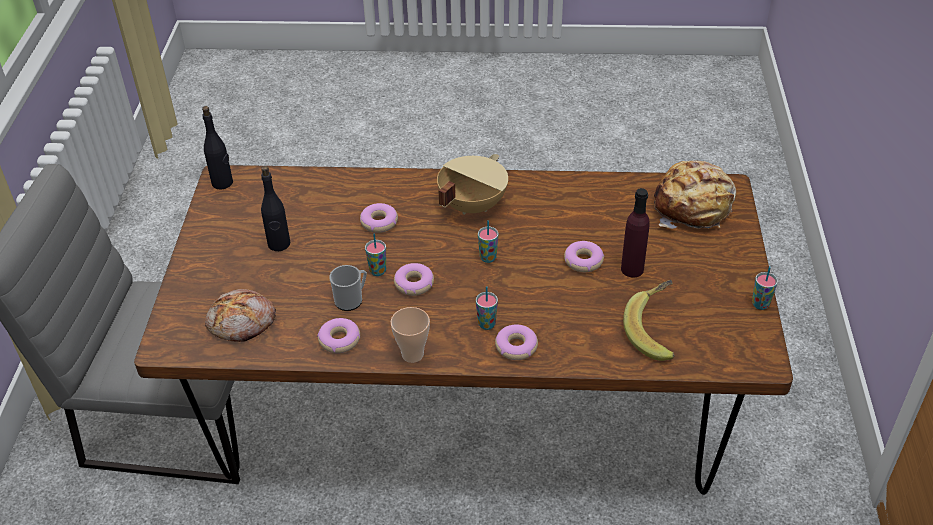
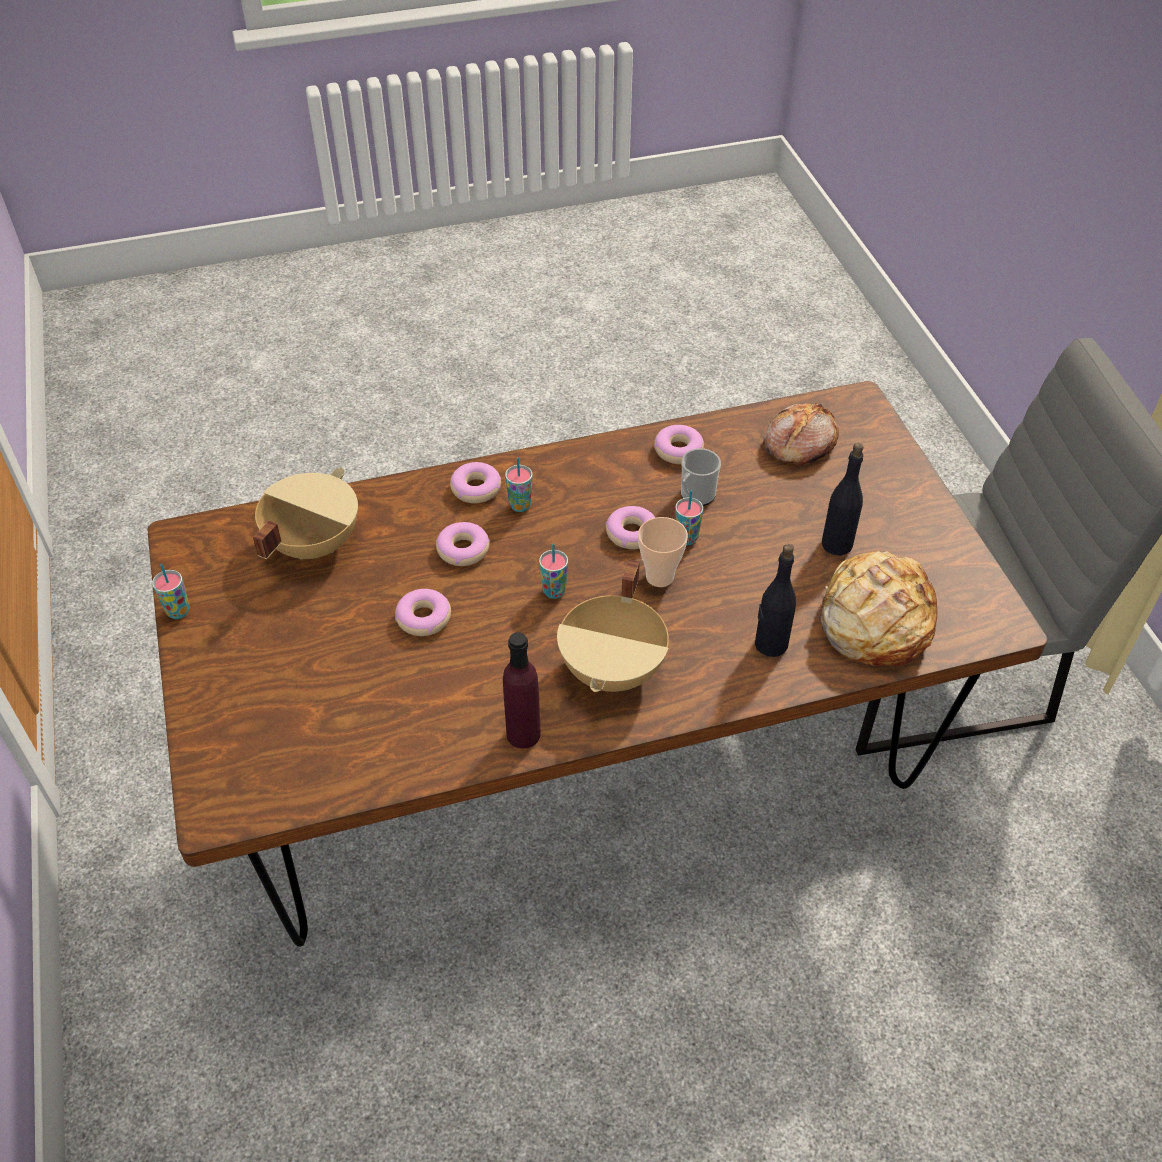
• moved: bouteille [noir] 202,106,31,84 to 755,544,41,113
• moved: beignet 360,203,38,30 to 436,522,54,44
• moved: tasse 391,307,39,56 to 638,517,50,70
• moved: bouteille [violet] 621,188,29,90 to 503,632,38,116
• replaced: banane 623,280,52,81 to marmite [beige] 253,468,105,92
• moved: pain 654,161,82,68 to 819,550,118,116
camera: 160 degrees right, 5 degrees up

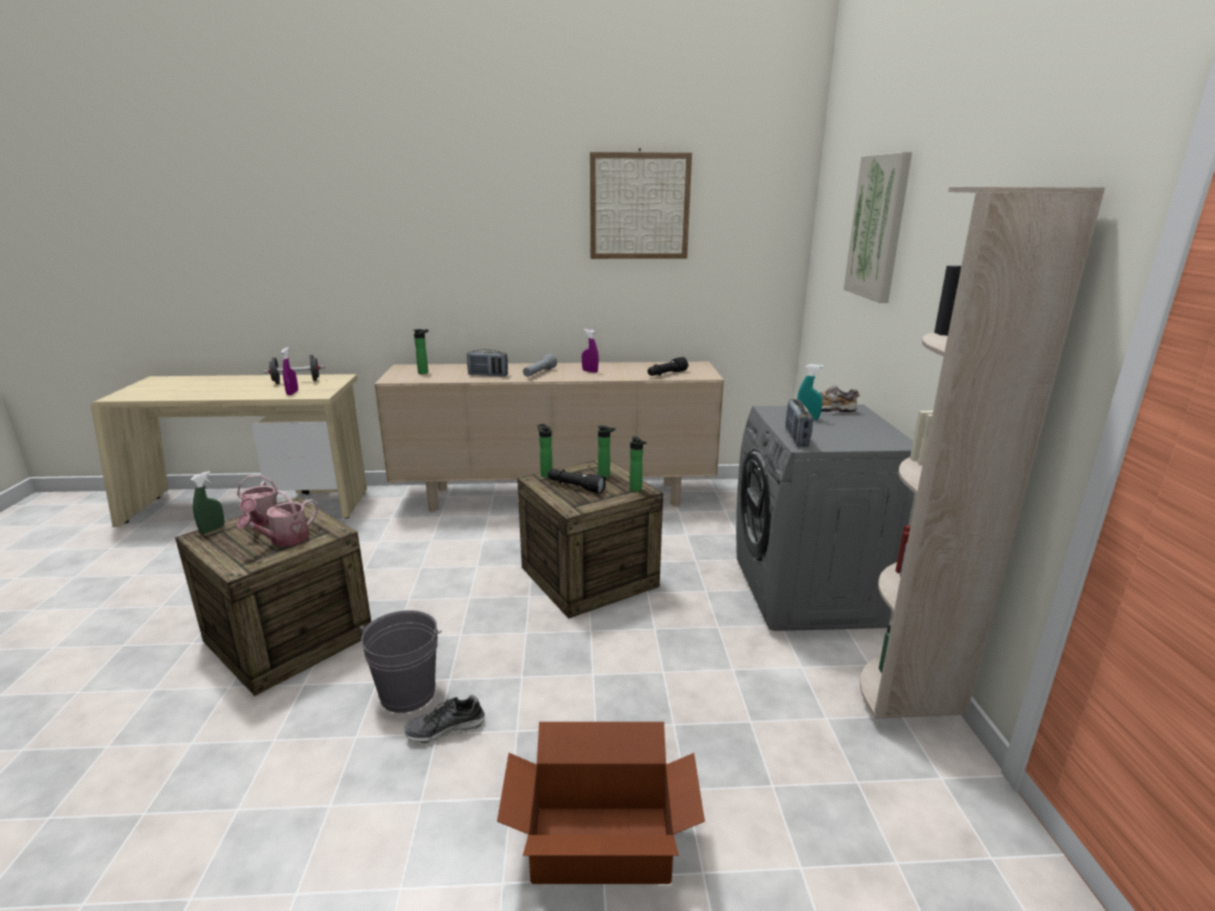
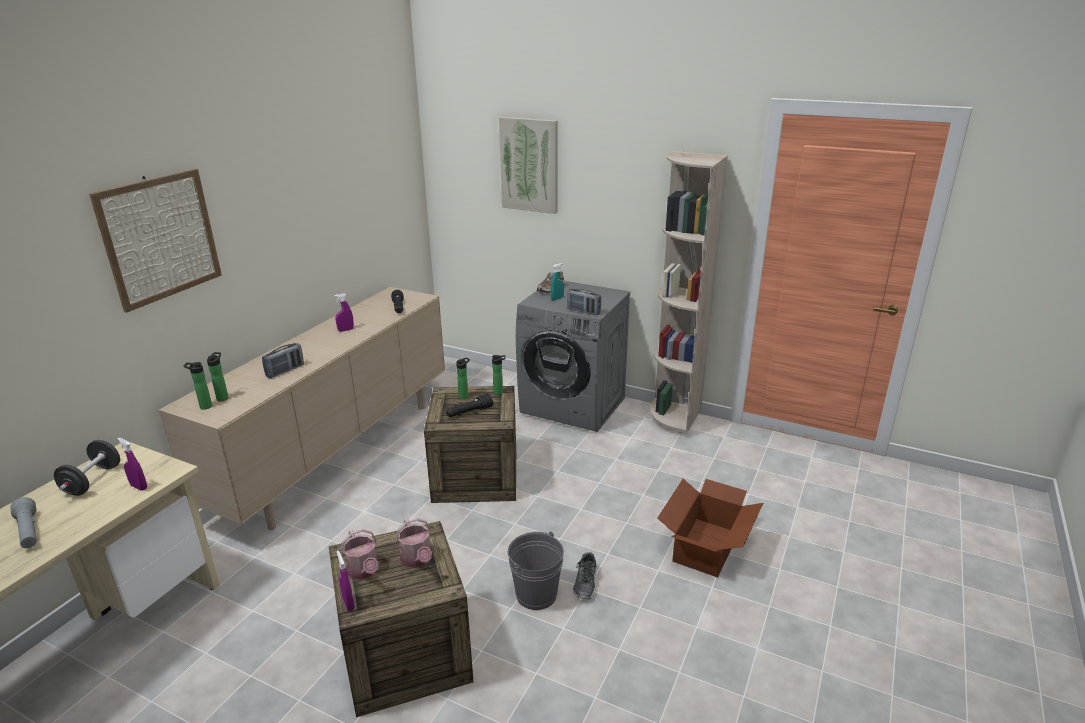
• recoloured: vaporisateur [vert] 191,471,33,63 to vaporisateur [violet] 337,551,18,60
• turned: arrosoir 237,475,41,51 = 340,529,39,51 45 degrees clockwise
• moved: lampe de poche [gris] 523,354,34,23 to 10,497,27,51
• moved: bouteille 537,424,16,54 to 184,362,28,48
• moved: tableau 590,148,102,111 to 89,169,133,144
camera: 60 degrees left, 5 degrees up

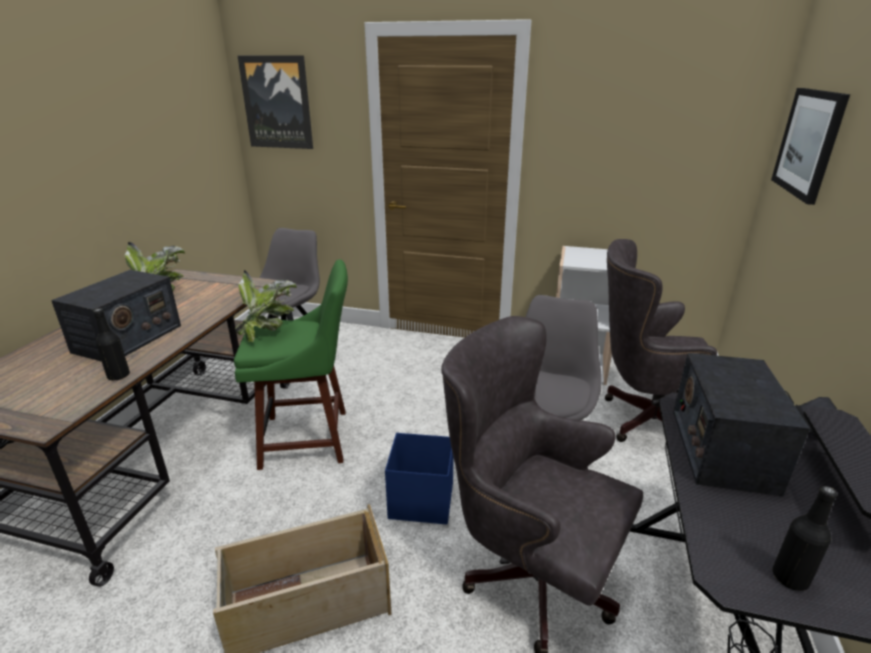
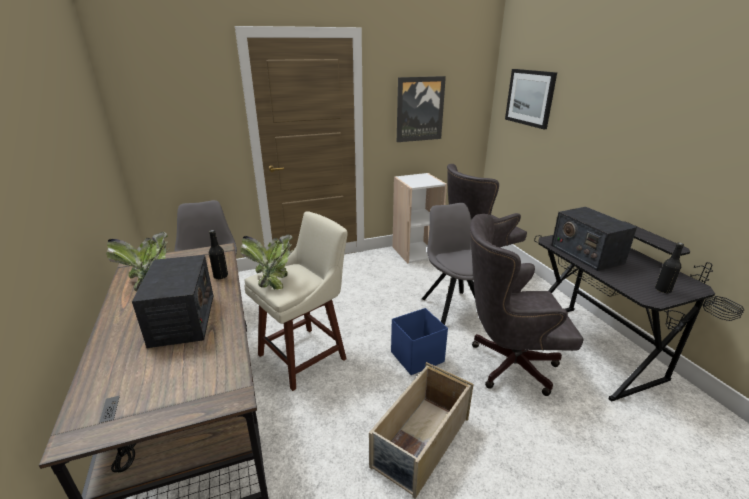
• moved: bouteille [noir] 93,309,37,71 to 209,230,19,50
• recoloured: tabouret [vert] 234,259,114,211 to tabouret [beige] 245,211,103,180
• moved: tableau 238,56,75,93 to 397,76,49,66
camera: 35 degrees left, 0 degrees up

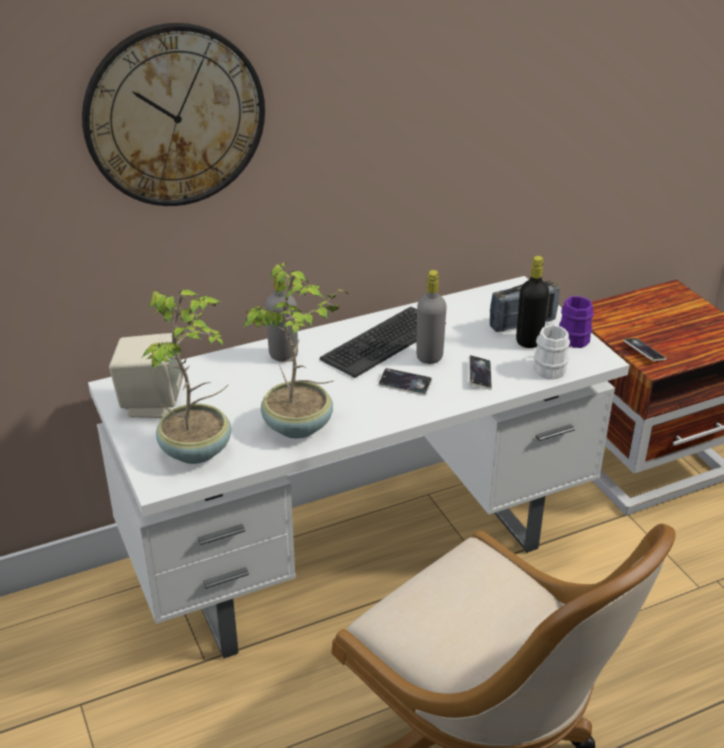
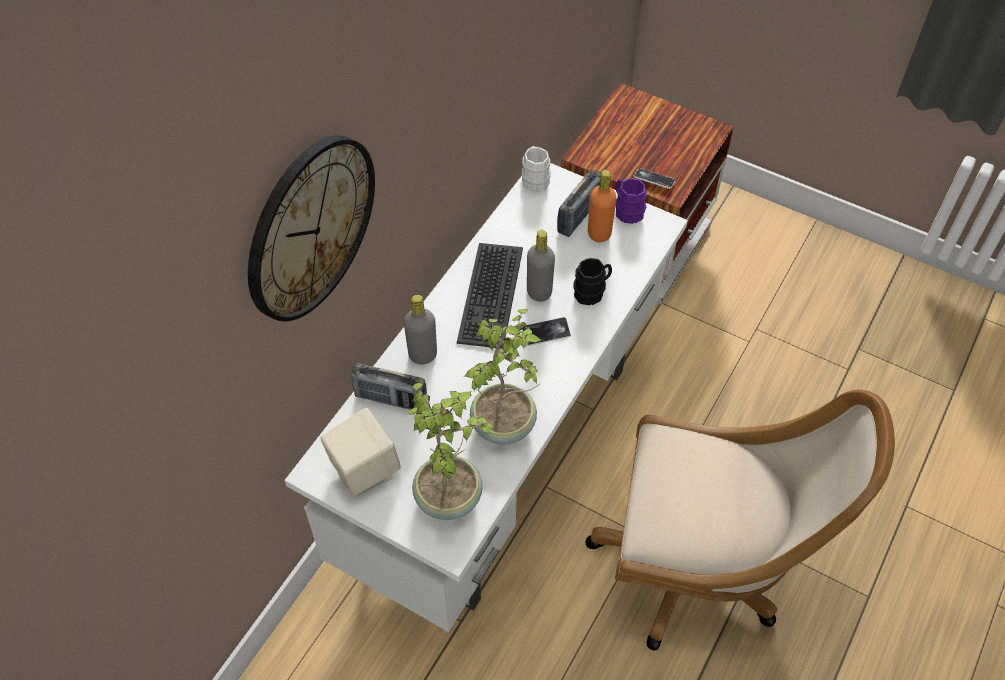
• replaced: téléphone 469,355,23,35 to mug [noir] 573,258,39,47
• recoloured: bouteille [noir] 516,256,33,92 to bouteille [orange] 588,170,29,72
• moved: mug [blanc] 533,325,37,55 to 522,146,29,46
• added: radio 351,363,76,47
camera: 35 degrees left, 20 degrees up

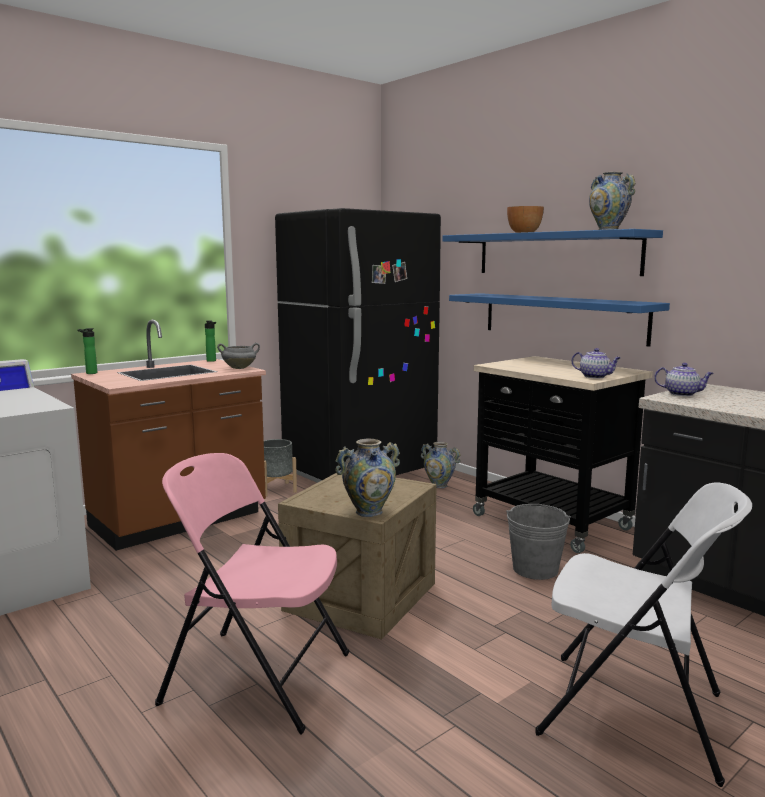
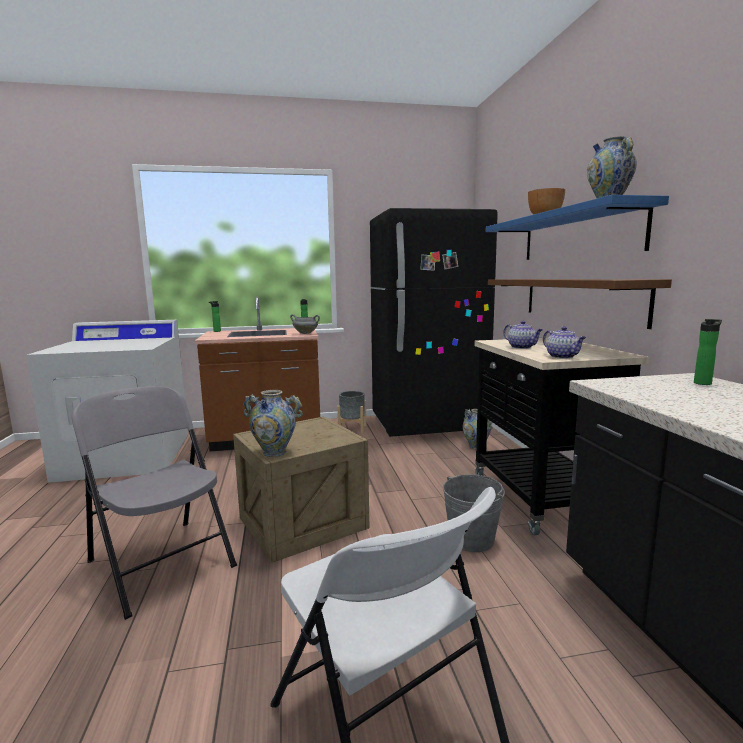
• recoloured: chaise [rose] 155,453,194,281 to chaise [gris] 72,386,165,234
• recoloured: étagère [bleu] 449,293,221,54 to étagère [marron] 488,279,184,50
• moved: théière 654,363,60,33 to 503,321,40,28
• added: bouteille 694,319,28,66
camera: 30 degrees right, 0 degrees up

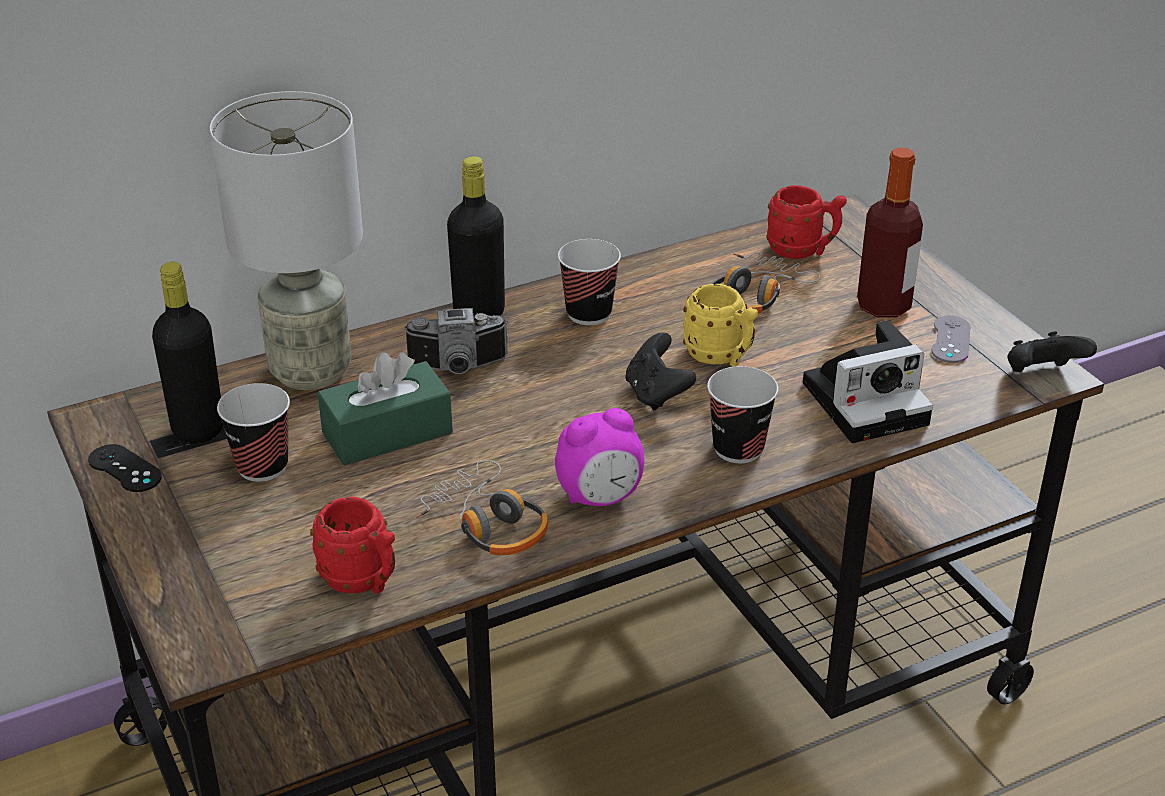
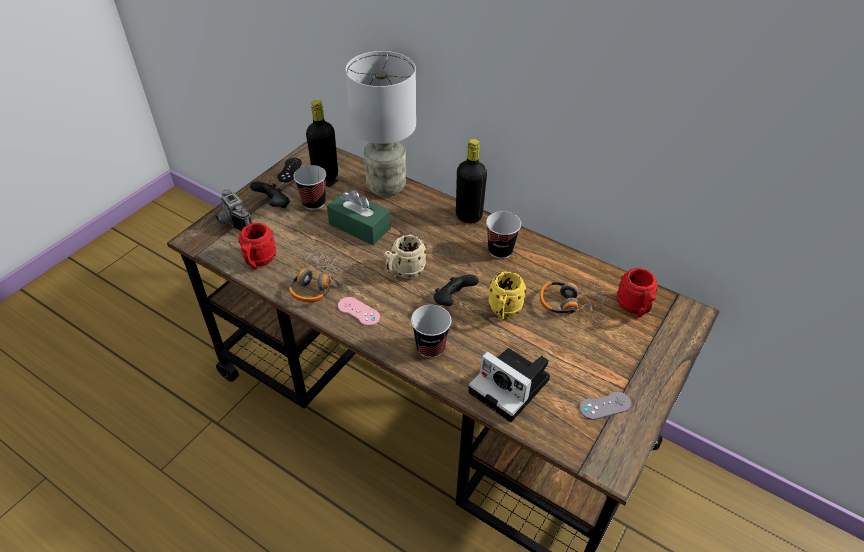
• moved: appareil photo 403,308,105,66 to 216,189,36,42
• replaced: réveil 555,408,89,98 to manette [rose] 338,297,42,29
• removed: bouteille 857,148,66,169
• moved: manette [noir] 1007,331,90,41 to 250,181,40,27
• added: mug [beige] 384,235,42,44
camera: 60 degrees right, 10 degrees up

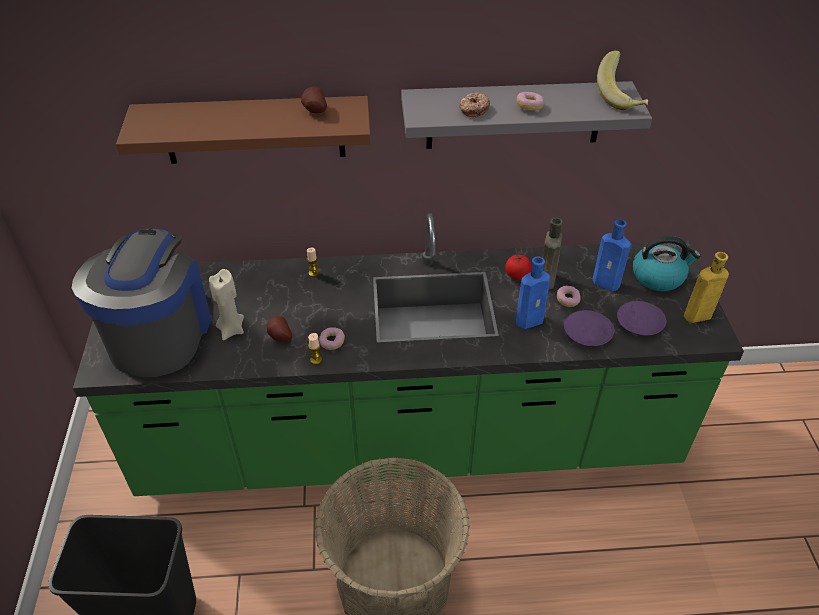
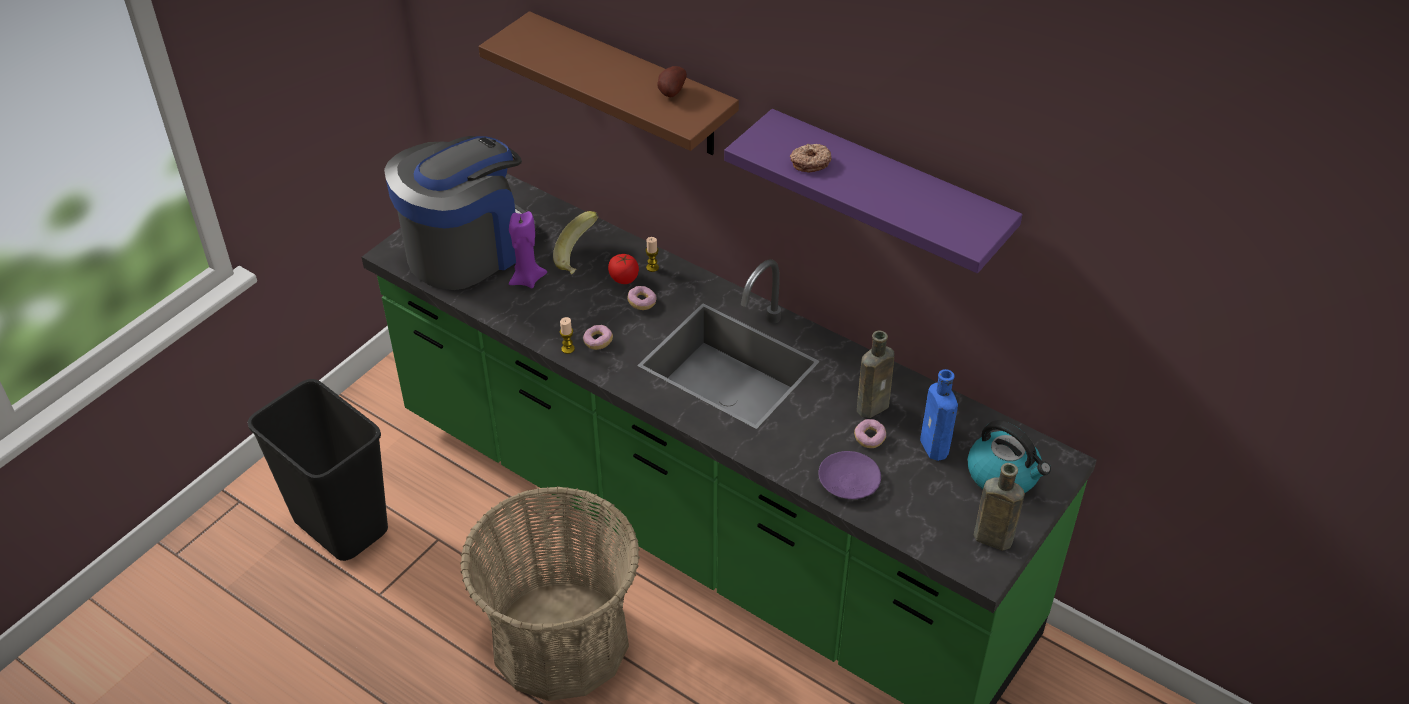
• recoloured: bougie [beige] 209,269,35,72 to bougie [violet] 509,211,38,78
• removed: pomme de terre 267,316,25,26
• recoloured: étagère [gris] 401,81,251,68 to étagère [violet] 724,109,298,164
• moved: tomate 505,254,26,25 to 608,254,31,30
• removed: bouteille [bleu] 516,257,35,72
• moved: beignet 517,92,27,19 to 627,286,30,24
• moved: banane 597,50,51,60 to 553,211,46,63
• removed: assiette [violet] 617,301,49,34
• recoloured: bouteille [jaune] 684,252,45,71 to bouteille [marron] 974,463,51,87
camera: 40 degrees right, 0 degrees up

